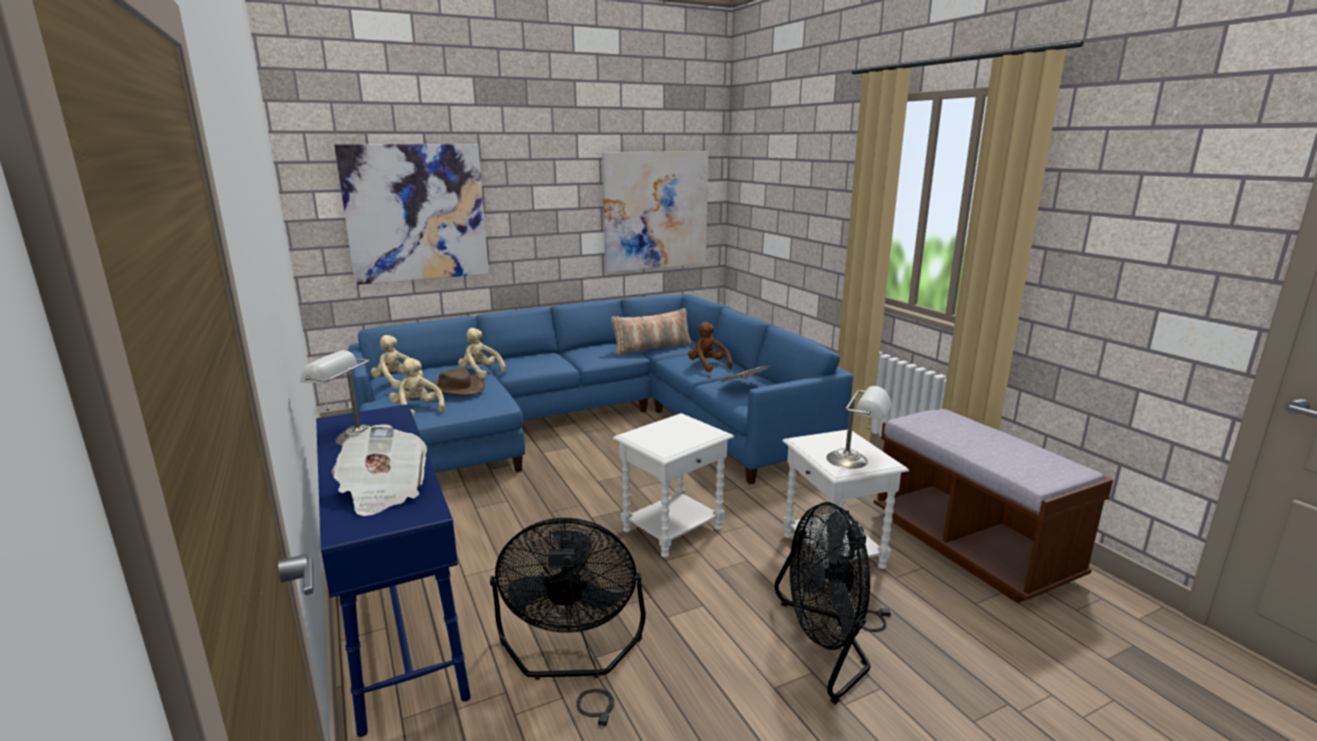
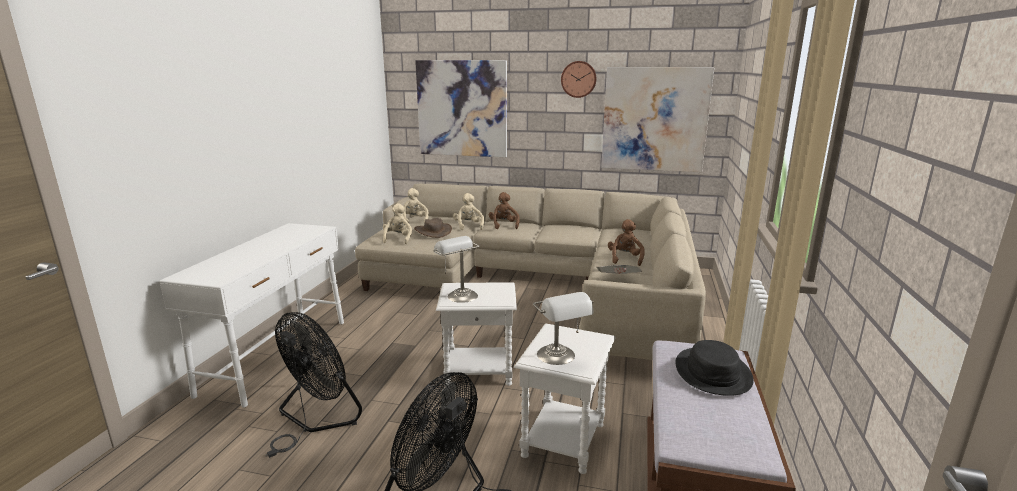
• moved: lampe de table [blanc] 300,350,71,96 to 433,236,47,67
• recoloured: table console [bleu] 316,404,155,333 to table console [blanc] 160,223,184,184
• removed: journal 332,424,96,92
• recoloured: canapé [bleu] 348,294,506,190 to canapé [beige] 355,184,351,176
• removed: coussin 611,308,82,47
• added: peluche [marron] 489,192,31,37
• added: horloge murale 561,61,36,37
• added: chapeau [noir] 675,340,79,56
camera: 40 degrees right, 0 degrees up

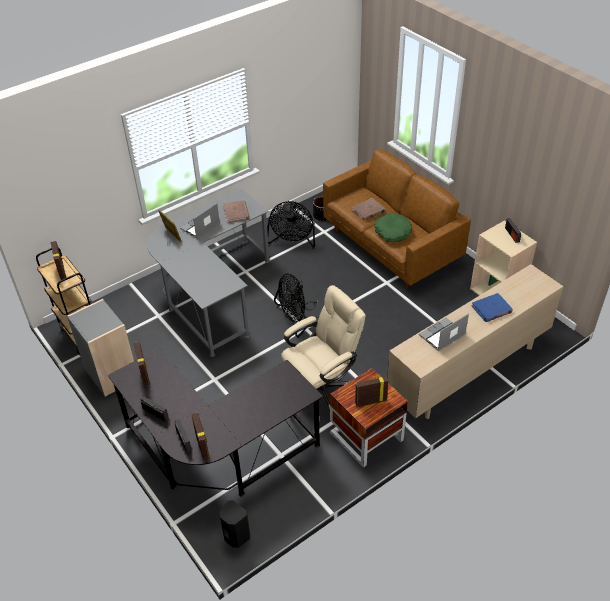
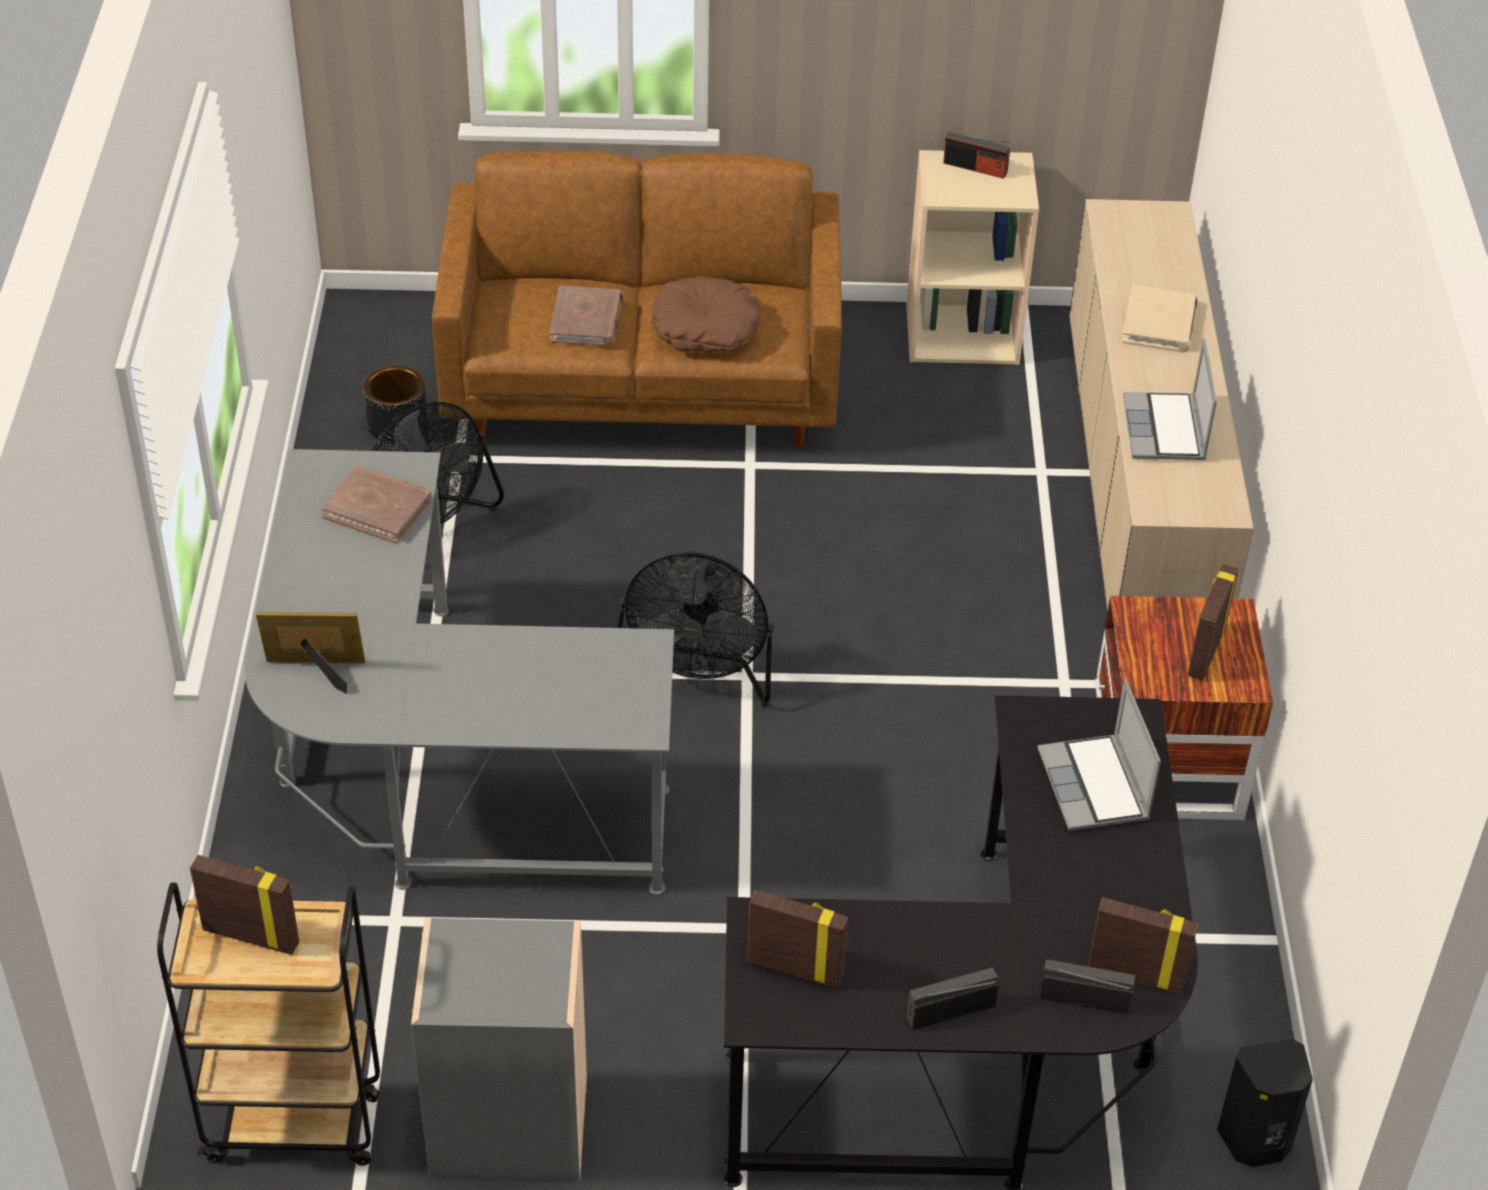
• moved: ordinateur portable 180,203,40,36 to 1037,679,124,152
• removed: chaise de bureau [beige] 281,285,85,125
• recoloured: coussin [vert] 374,213,39,29 to coussin [marron] 651,276,109,77
• recoloured: livre [bleu] 472,293,41,29 to livre [beige] 1121,285,77,67
camera: 55 degrees left, 0 degrees up

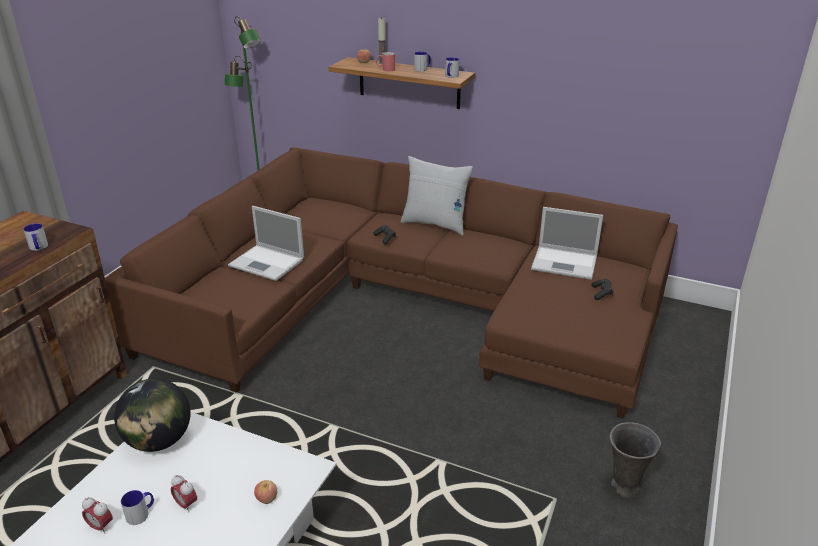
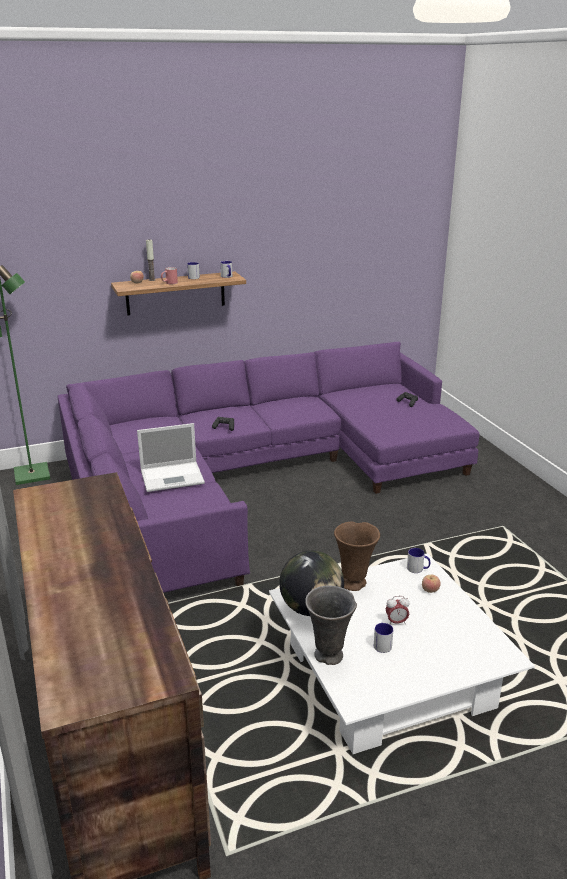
• moved: mug 23,223,25,28 to 407,548,23,25
• removed: réveil 82,497,31,37
• recoloured: canapé [marron] 105,147,573,272 to canapé [violet] 58,342,421,251
• removed: coussin [gris] 400,156,73,80
• removed: ordinateur portable 531,207,72,73
• moved: vase [gris] 610,422,51,76 to 305,585,52,80
• added: vase [marron] 334,521,46,70
camera: 45 degrees left, 5 degrees down

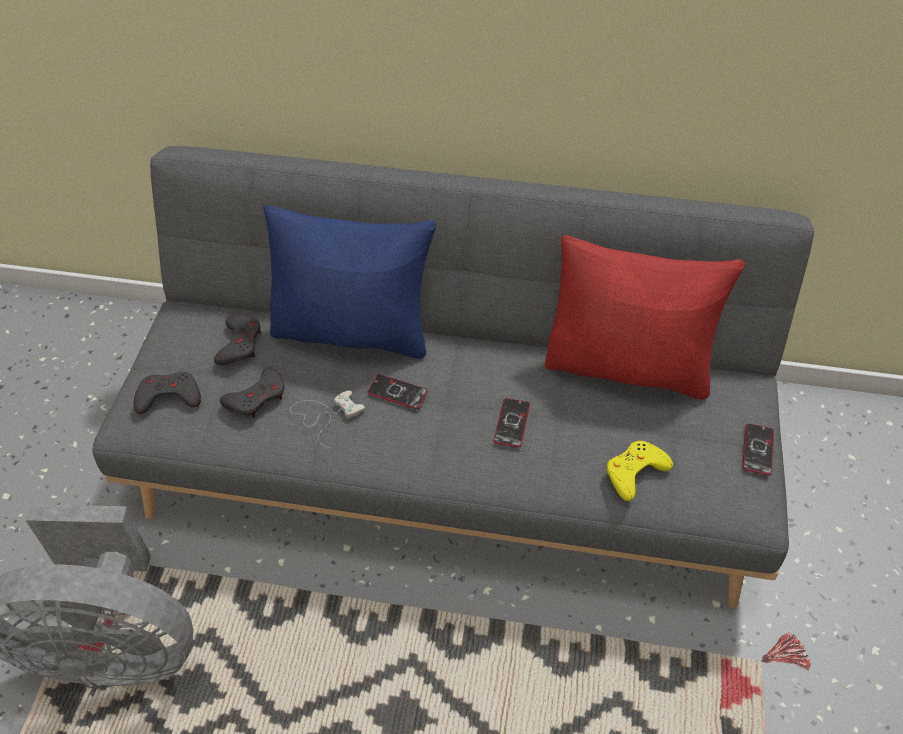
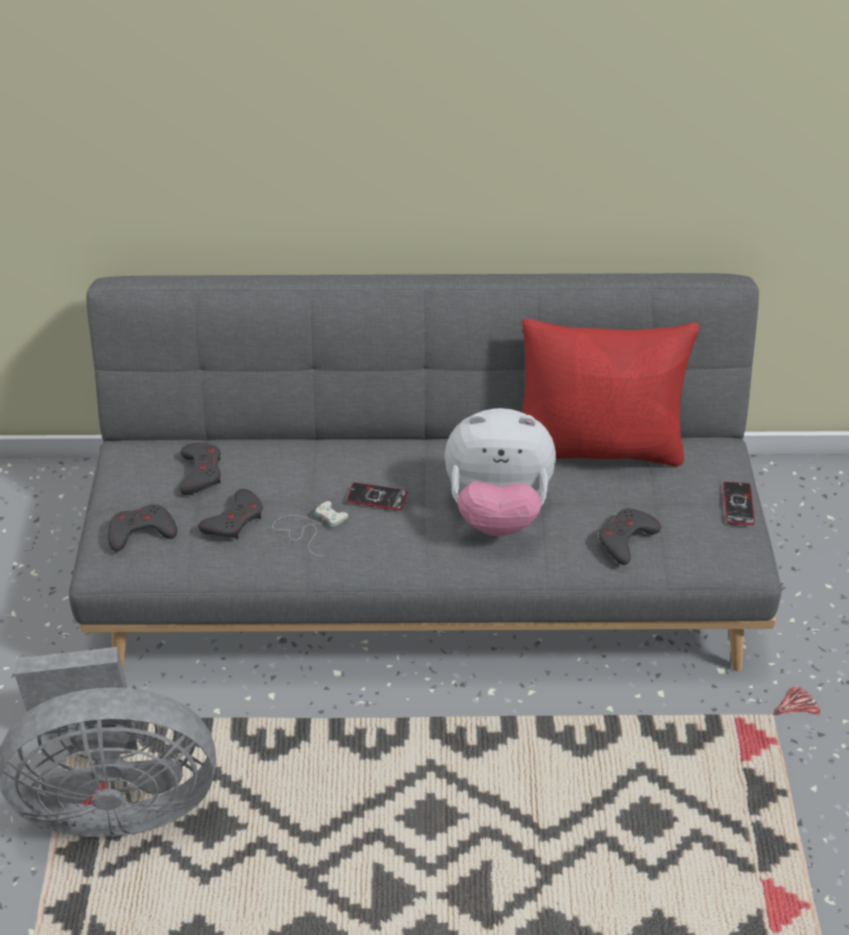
• removed: coussin [bleu] 263,205,173,154
• replaced: téléphone 494,398,36,50 to peluche 445,408,111,128
• recoloured: manette [jaune] 607,441,66,60 to manette [gris] 599,508,62,57
camera: 10 degrees left, 5 degrees down

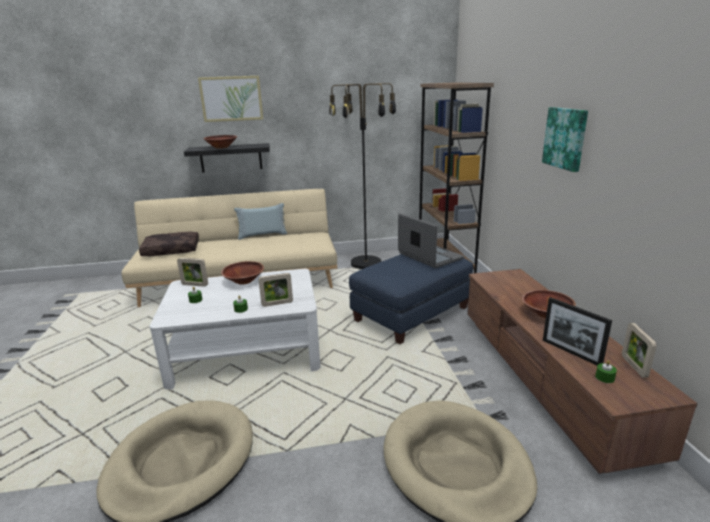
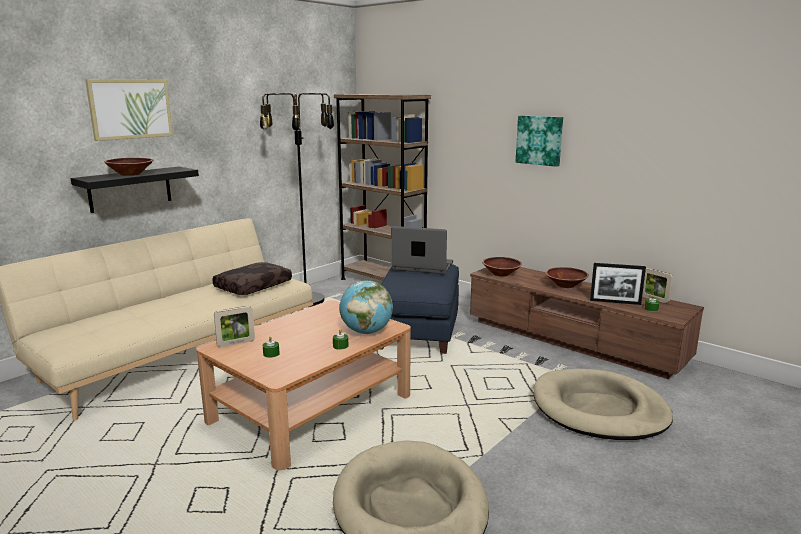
• moved: coussin [marron] 139,232,60,24 to 212,262,80,33
• recoloured: table basse [blanc] 149,269,171,120 to table basse [marron] 196,300,215,170
• moved: bol [marron] 221,261,43,24 to 482,257,40,19
• removed: coussin [bleu] 234,203,53,37
• replaced: cadre photo 258,273,35,34 to globe 339,280,54,54
camera: 40 degrees left, 5 degrees down

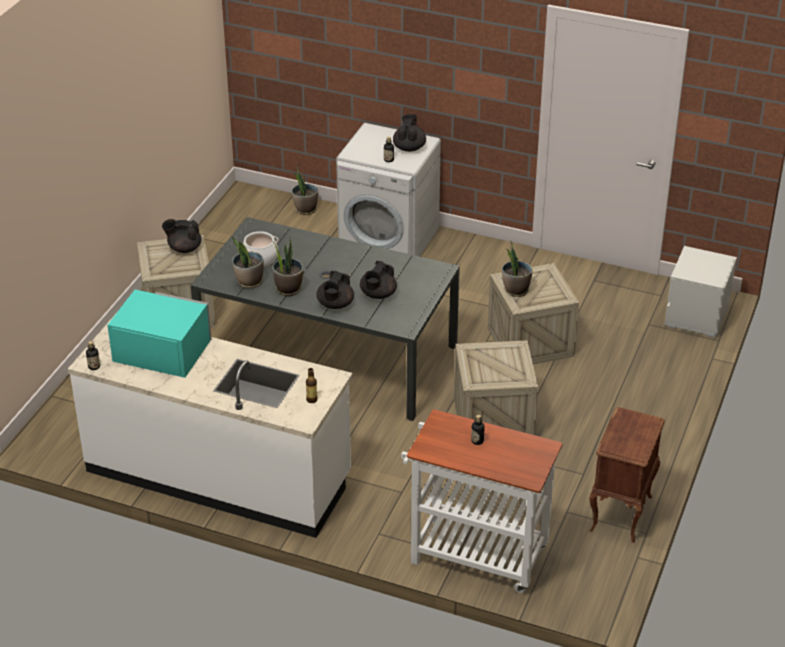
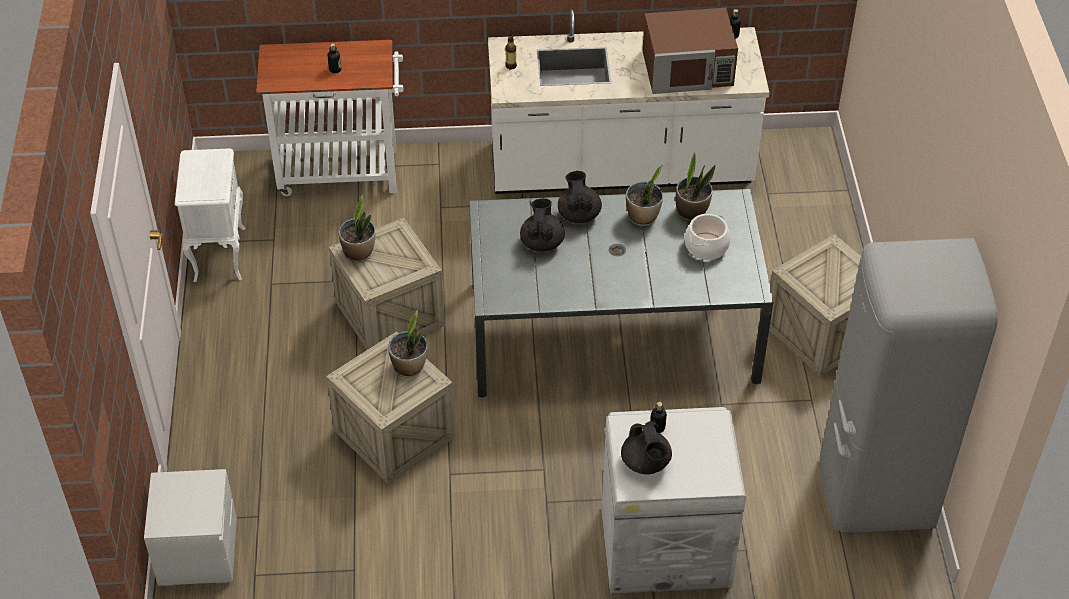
• recoloured: micro-ondes [turquoise] 108,290,103,88 to micro-ondes [marron] 642,8,96,86
• removed: théière [noir] 162,219,39,34
• moved: plante en pot 292,166,26,49 to 339,195,37,67
• recoloured: table de chevet [marron] 590,407,75,137 to table de chevet [blanc] 175,148,70,134
• added: réfrigérateur [gris] 820,238,178,296
camera: 155 degrees right, 10 degrees up

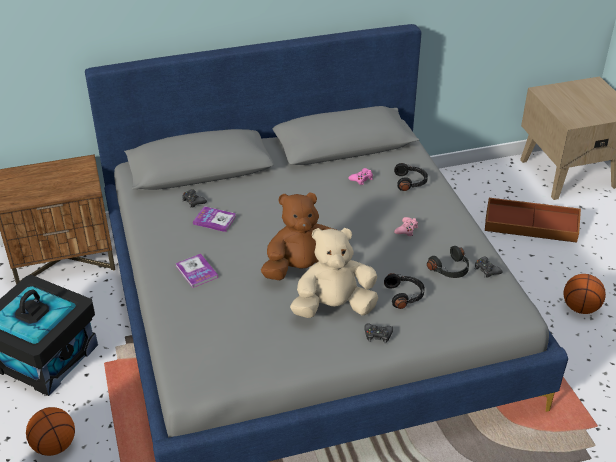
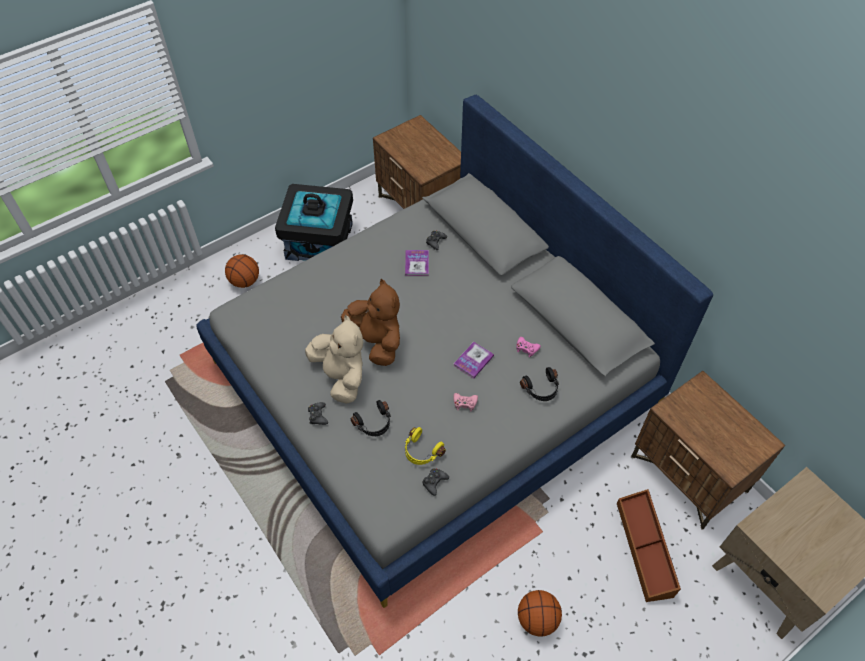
• moved: livre 175,254,43,34 to 454,342,40,37
• recoloured: casque audio [noir] 427,246,42,32 to casque audio [jaune] 405,427,41,38
• added: table de chevet [marron] 631,371,154,158
camera: 70 degrees right, 15 degrees up

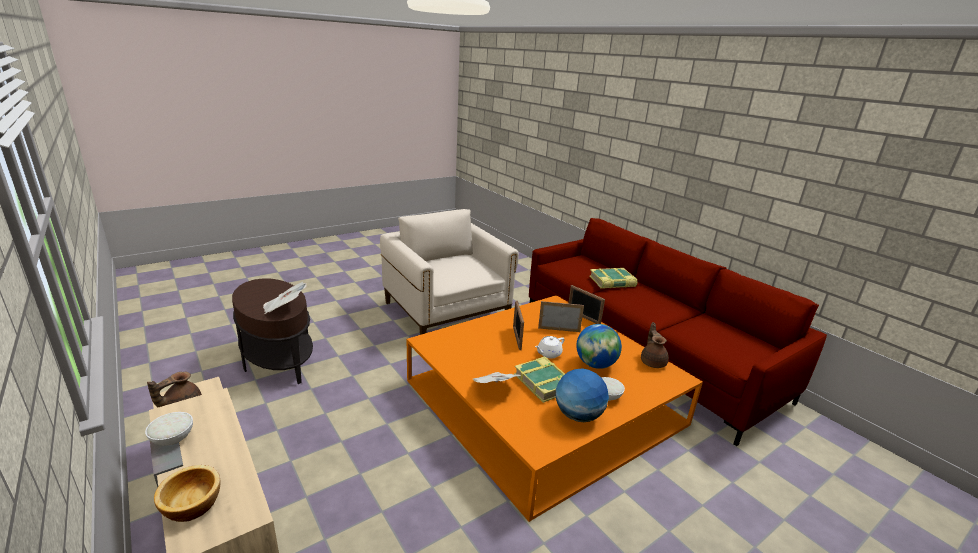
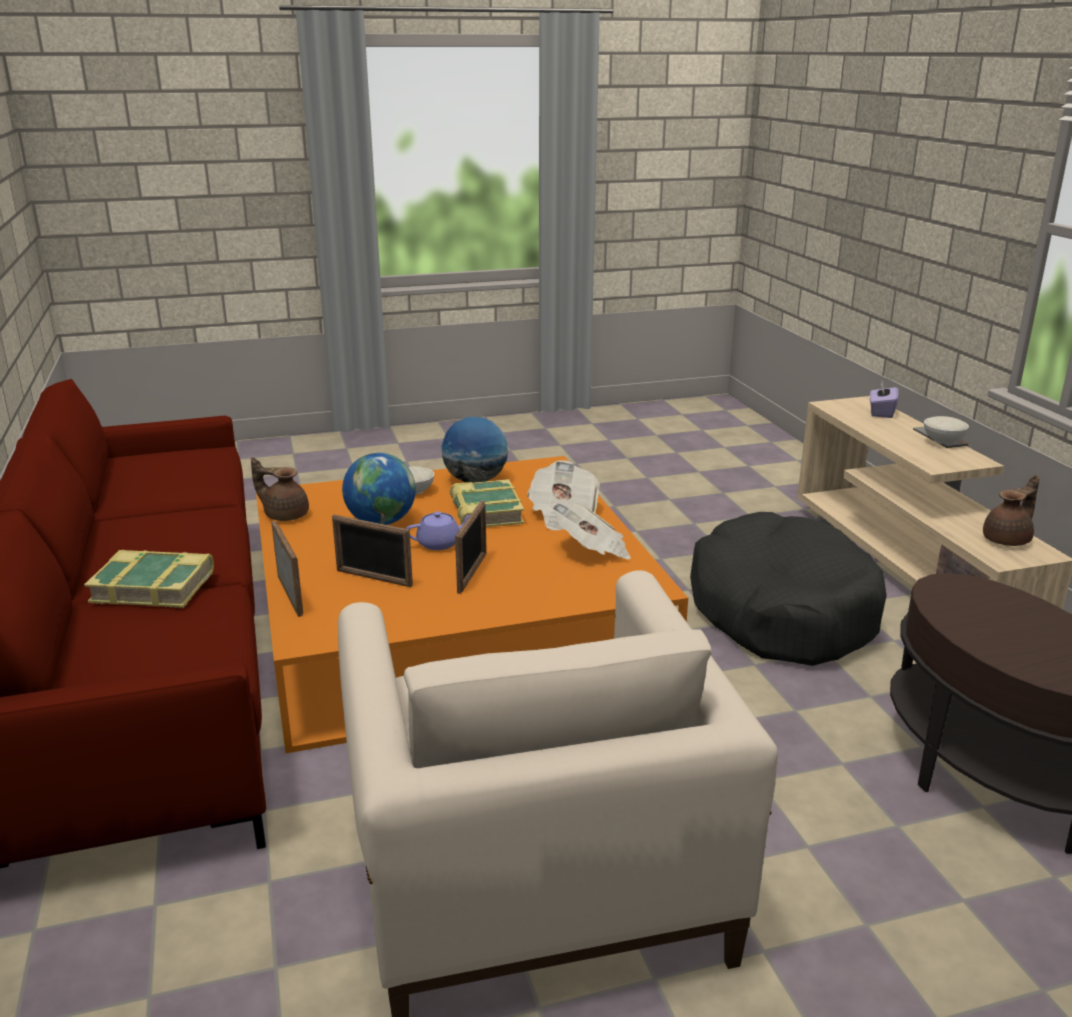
• replaced: bol 154,465,67,57 to boîte à mouchoirs [violet] 870,380,29,38
• moved: journal 263,282,44,32 to 551,502,80,57
• recoloured: théière [blanc] 535,336,30,22 to théière [violet] 406,511,65,39
• turned: théière [marron] 641,322,28,46 = 251,457,58,64 90 degrees clockwise
• added: panier pour chien [noir] 690,512,197,154
camera: 160 degrees left, 0 degrees up

